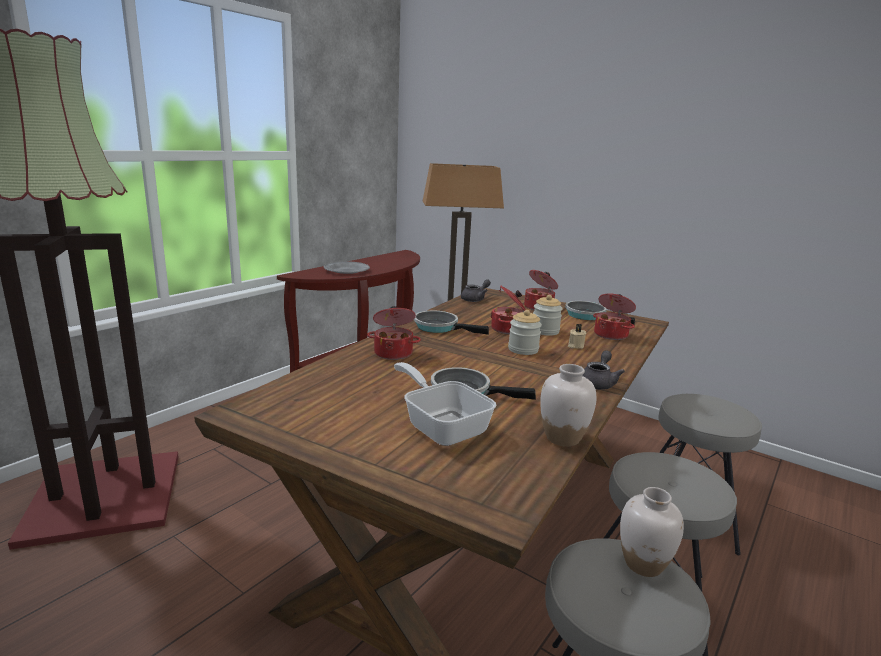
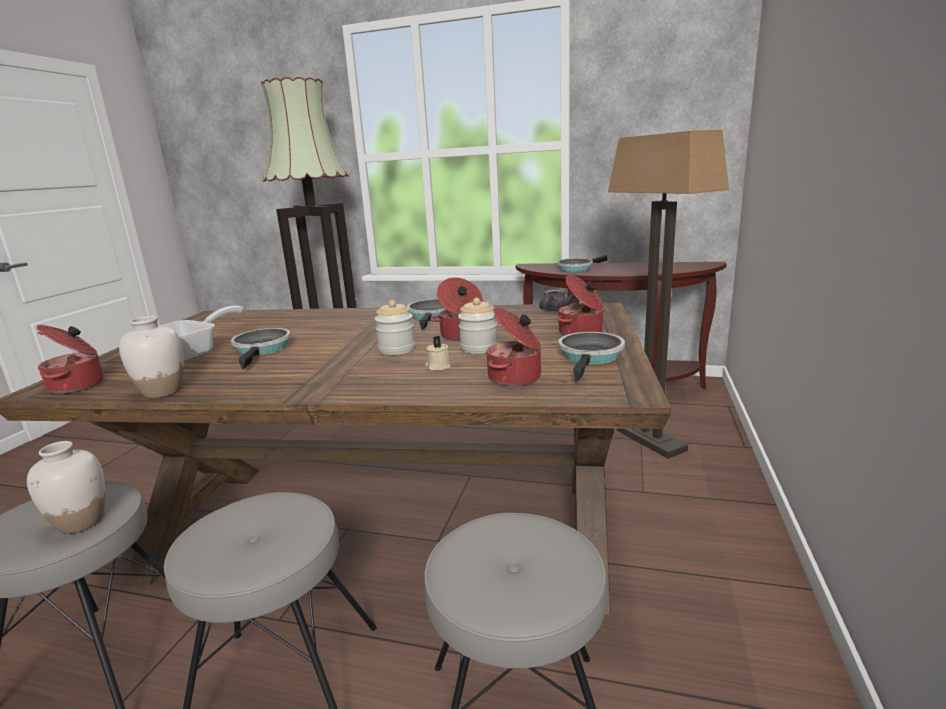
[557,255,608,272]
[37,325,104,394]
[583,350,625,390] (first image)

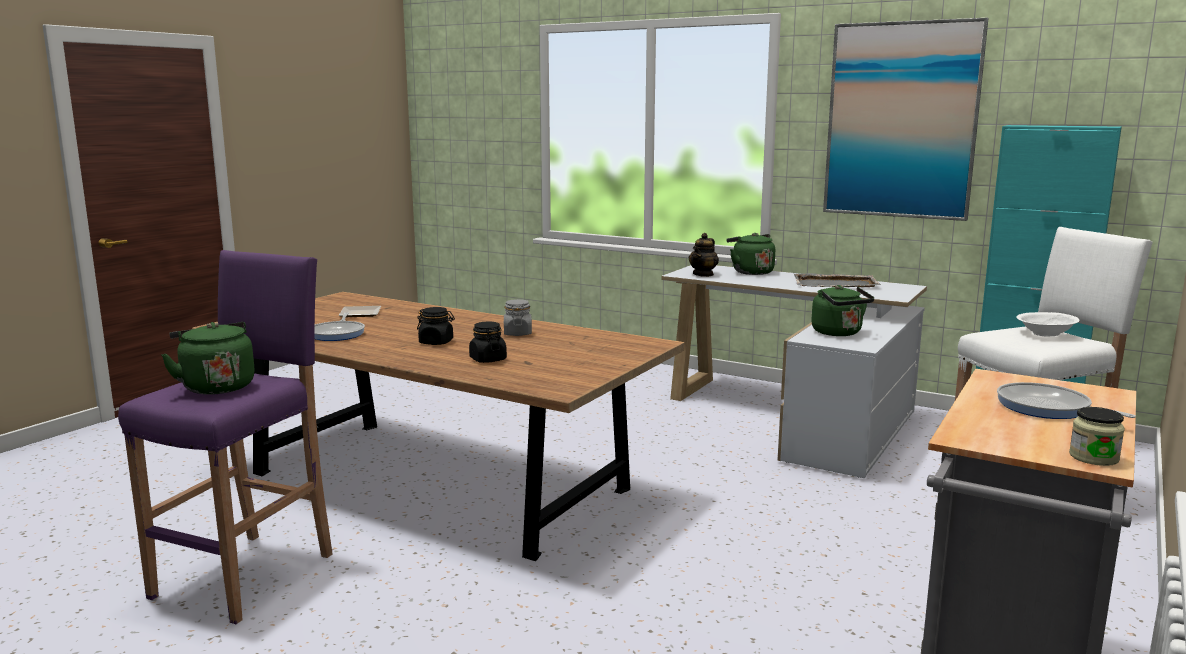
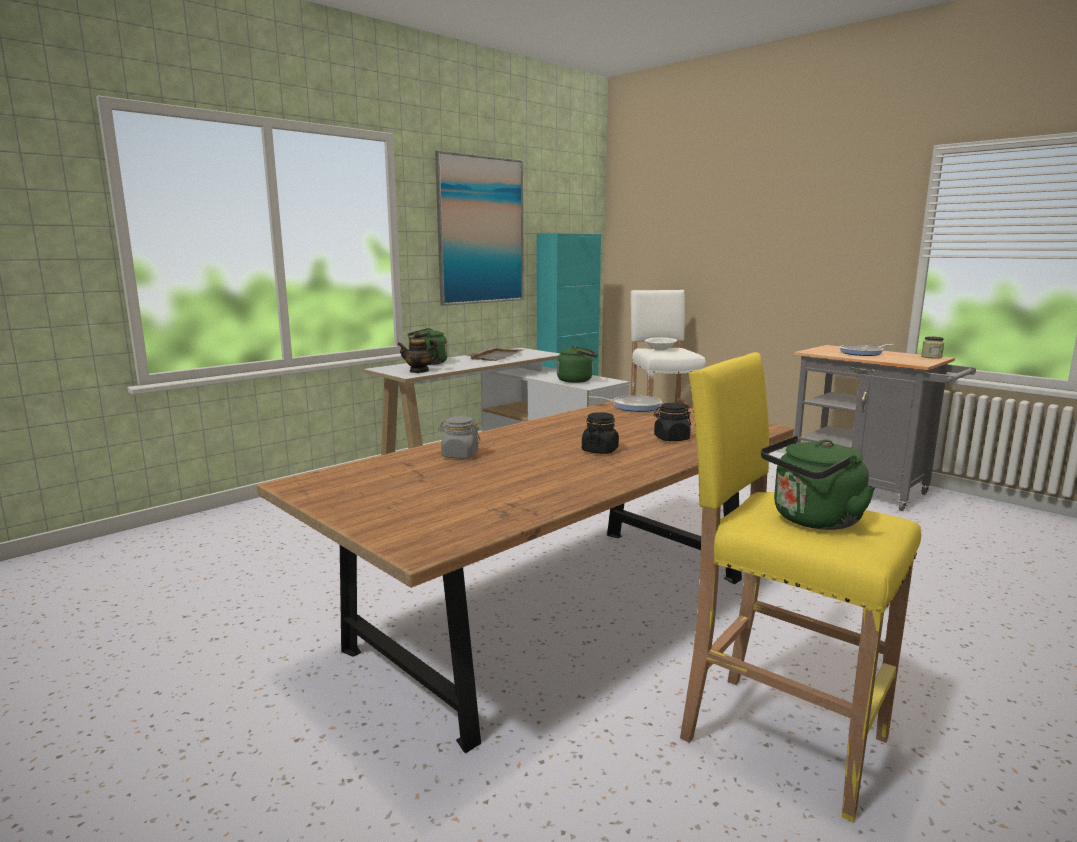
[397,332,441,373]
[680,352,921,822]
[438,416,481,459]
[338,306,381,317] (first image)
[589,395,662,412]

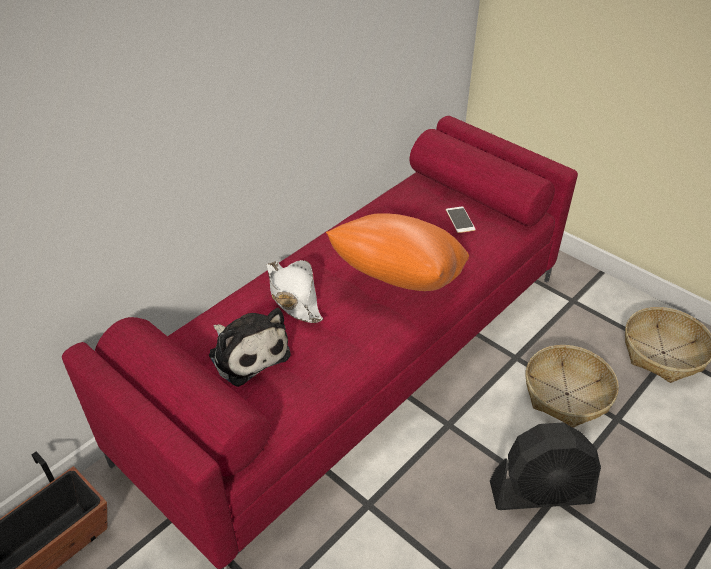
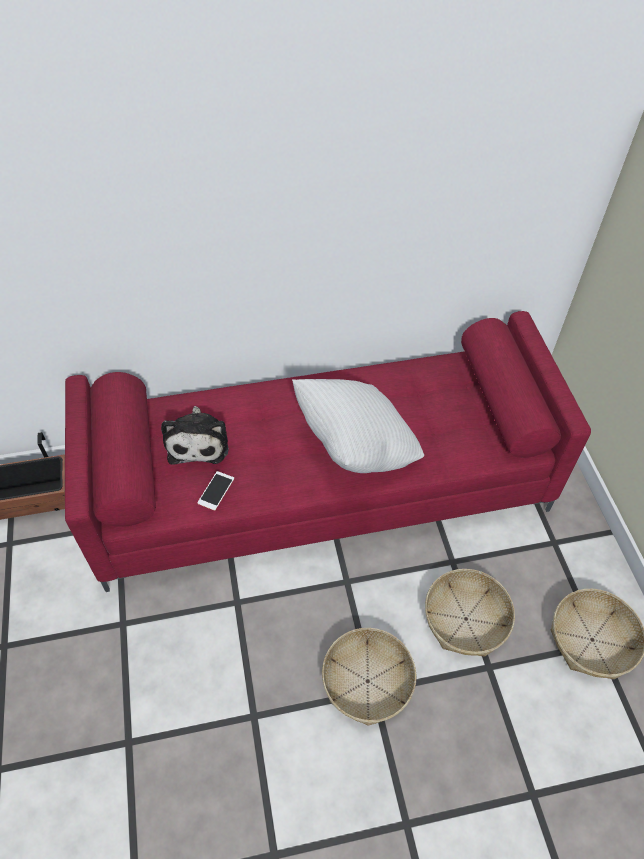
[197,471,234,510]
[292,379,424,473]
[267,260,323,323] (first image)
[322,628,417,726]

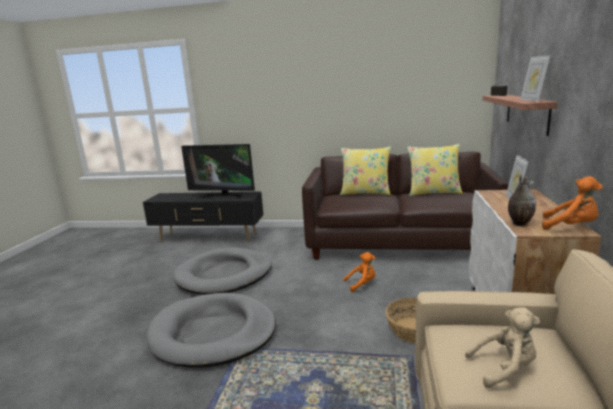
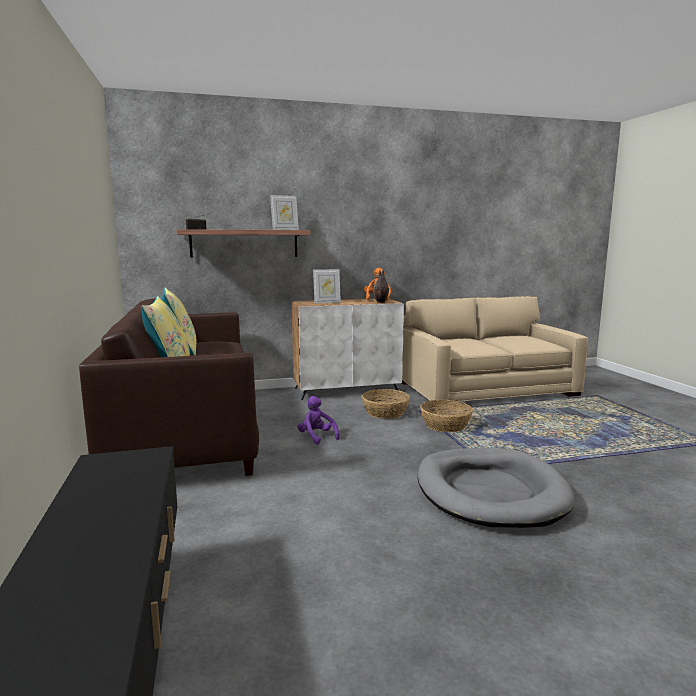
[181,144,255,199] (first image)
[173,247,272,295] (first image)
[298,396,340,445]
[465,308,540,388] (first image)
[420,400,473,432]

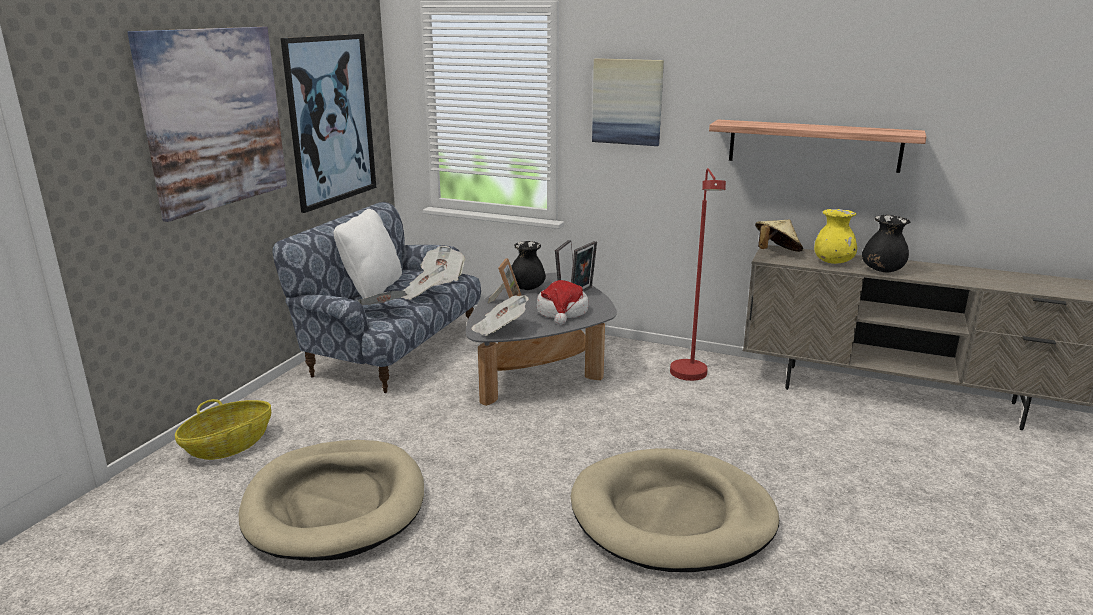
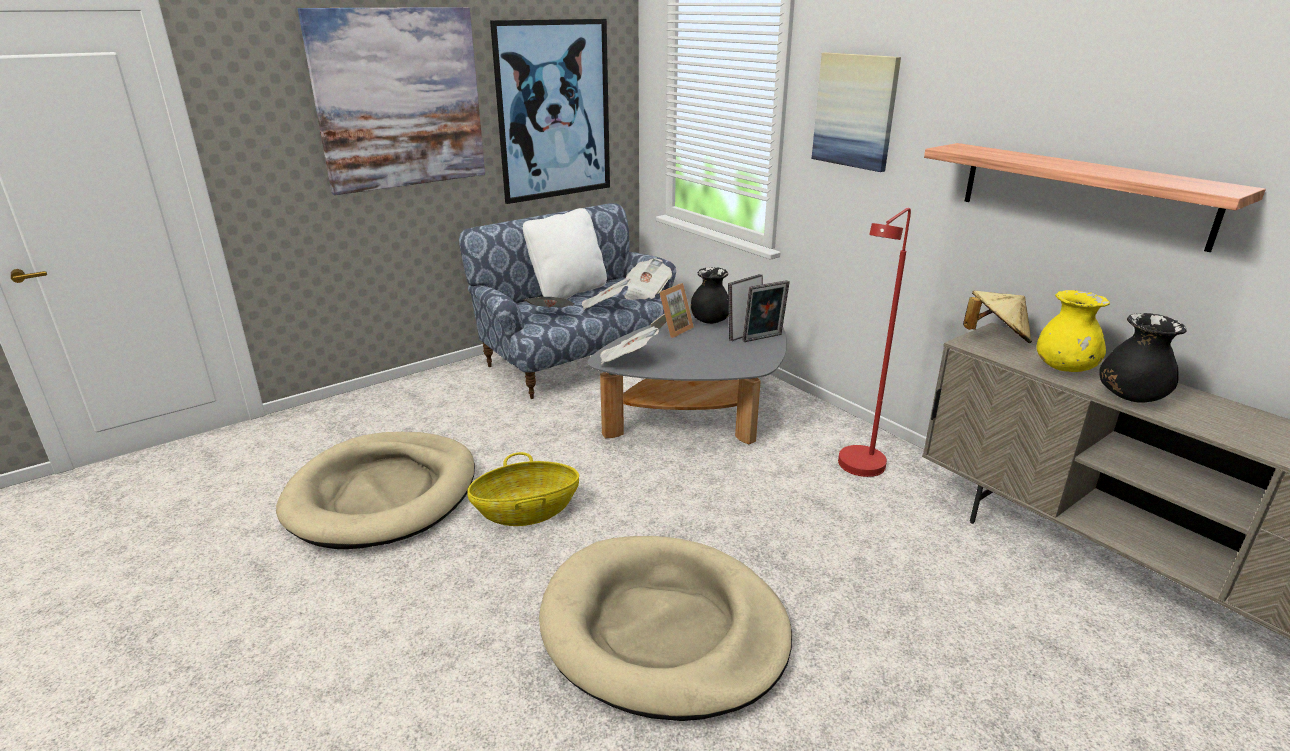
[537,280,588,325] (first image)
[467,452,579,526]

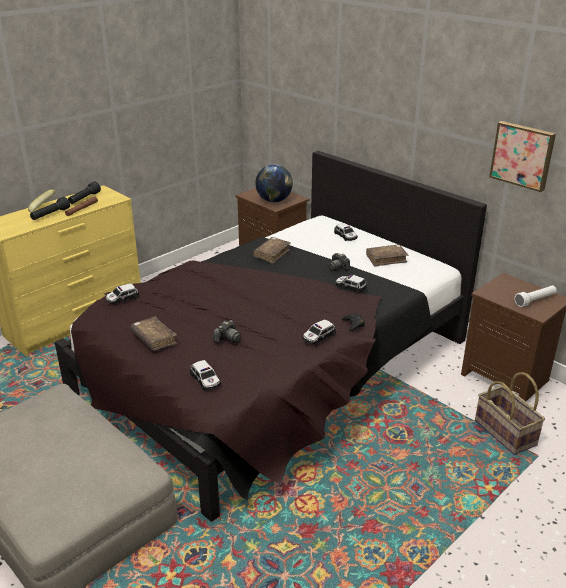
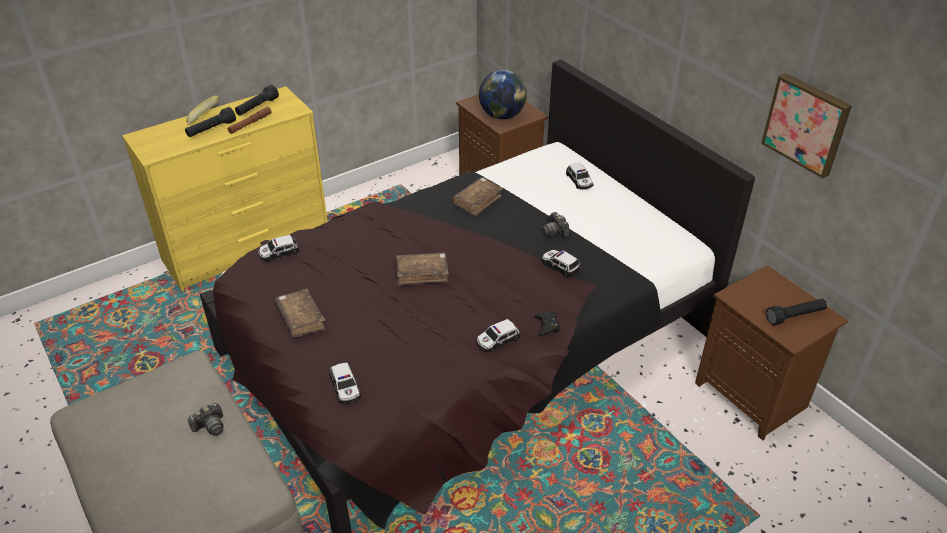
[396,252,449,286]
[766,299,827,325]
[188,403,224,436]
[475,372,545,455] (first image)

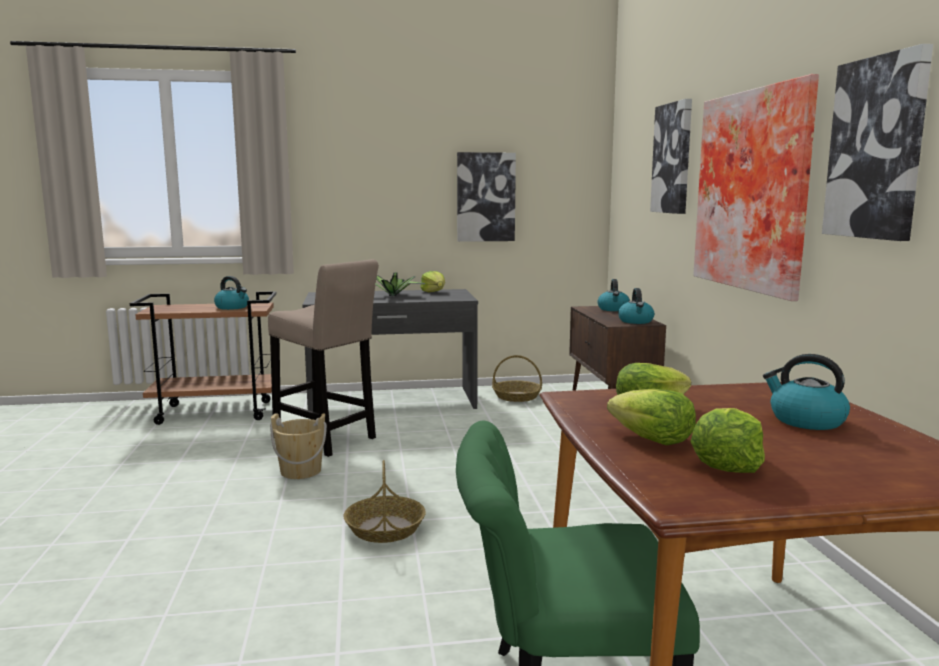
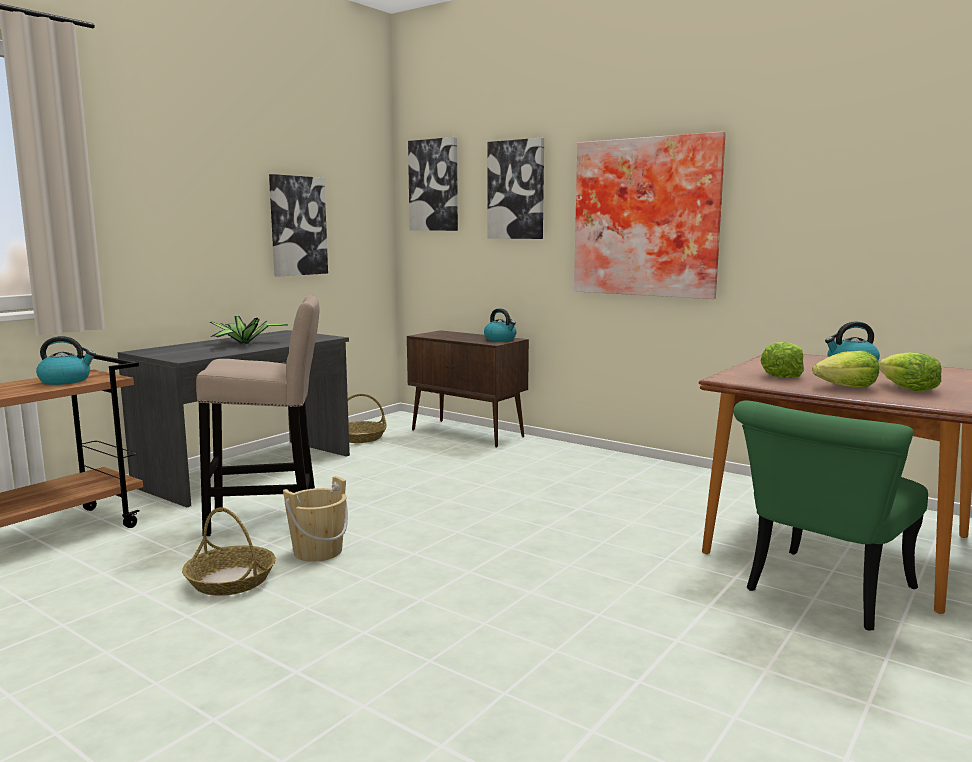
[408,137,458,231]
[420,271,445,292] (first image)
[598,279,630,311] (first image)
[182,507,276,596]

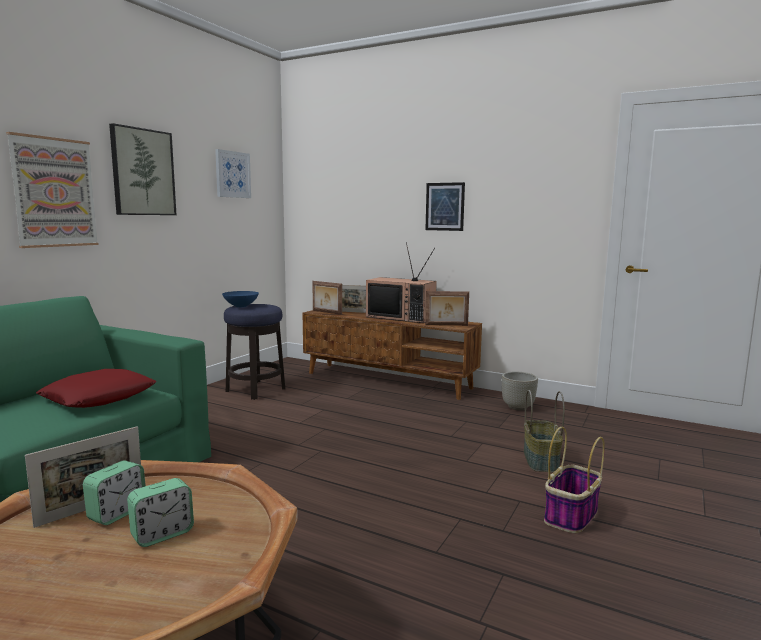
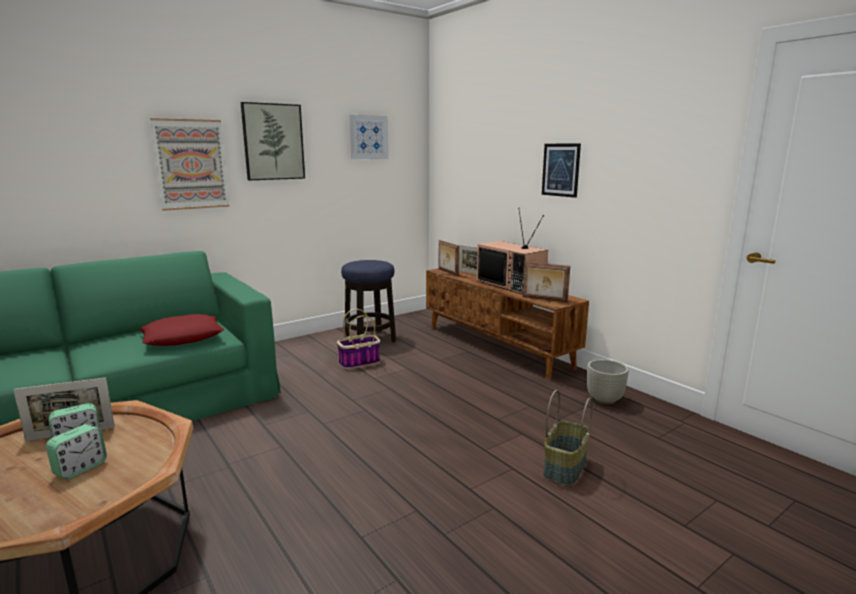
[222,291,259,307] (first image)
[337,309,380,369]
[46,424,107,479]

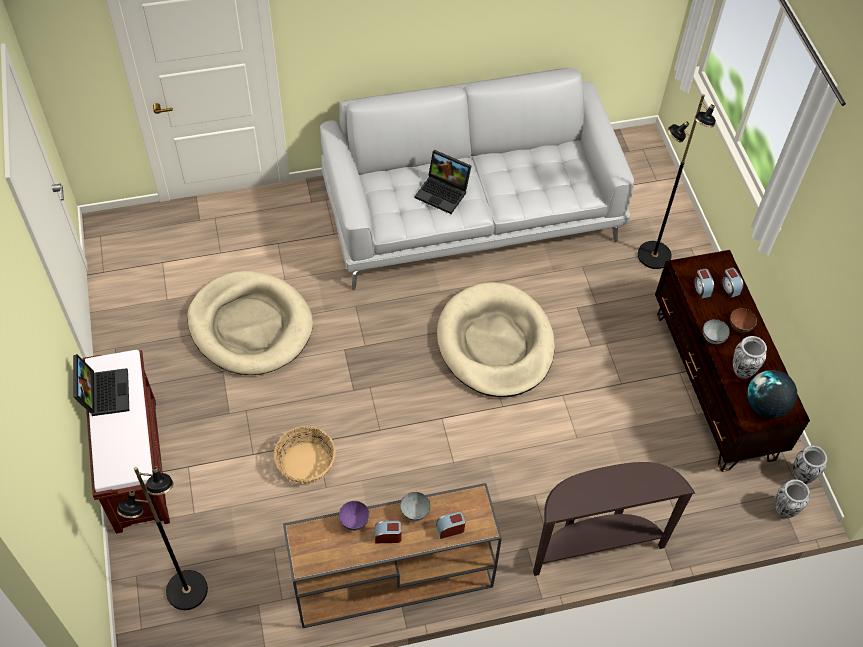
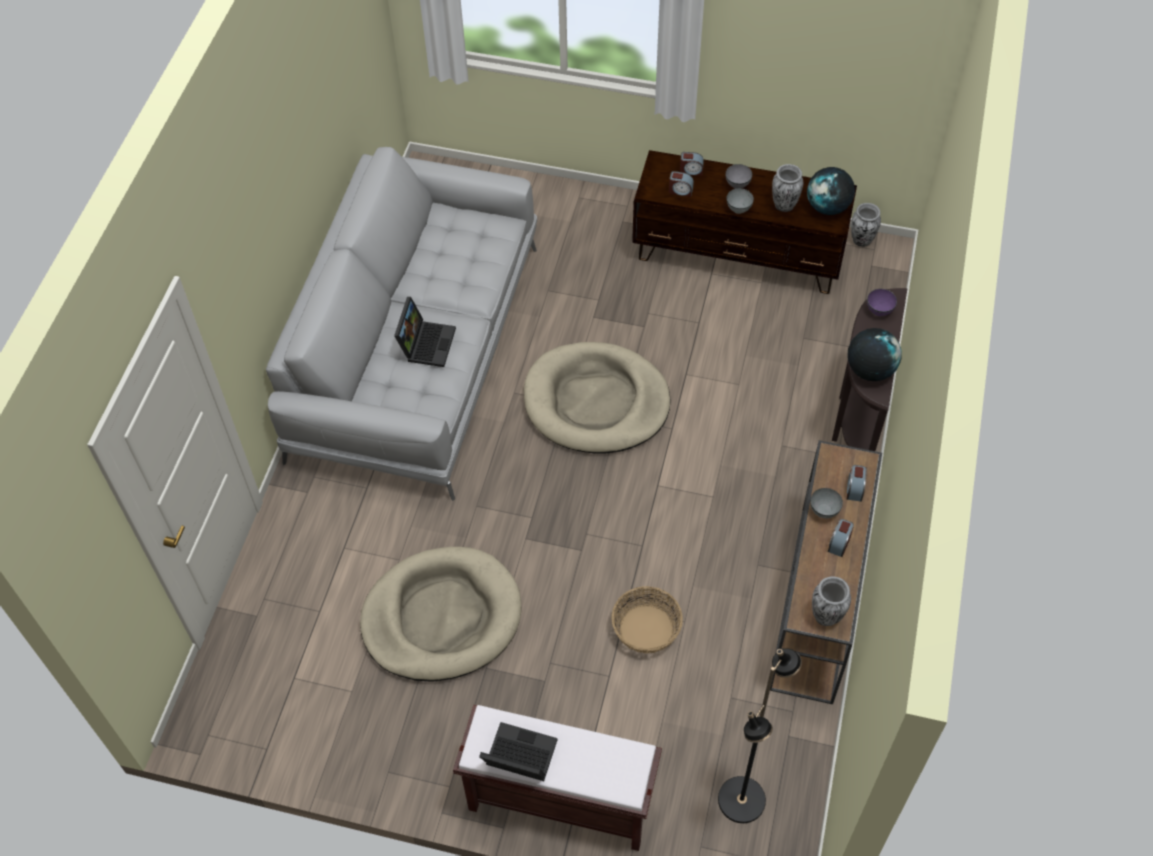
[638,94,716,269] (first image)
[394,297,456,367]
[725,164,752,189]
[812,576,851,626]
[867,289,897,316]
[847,328,902,381]

